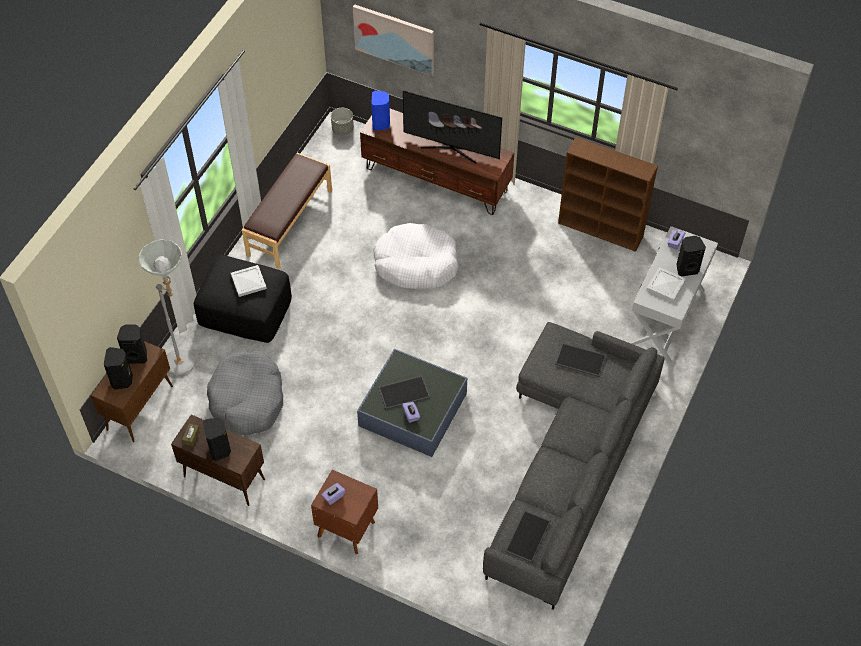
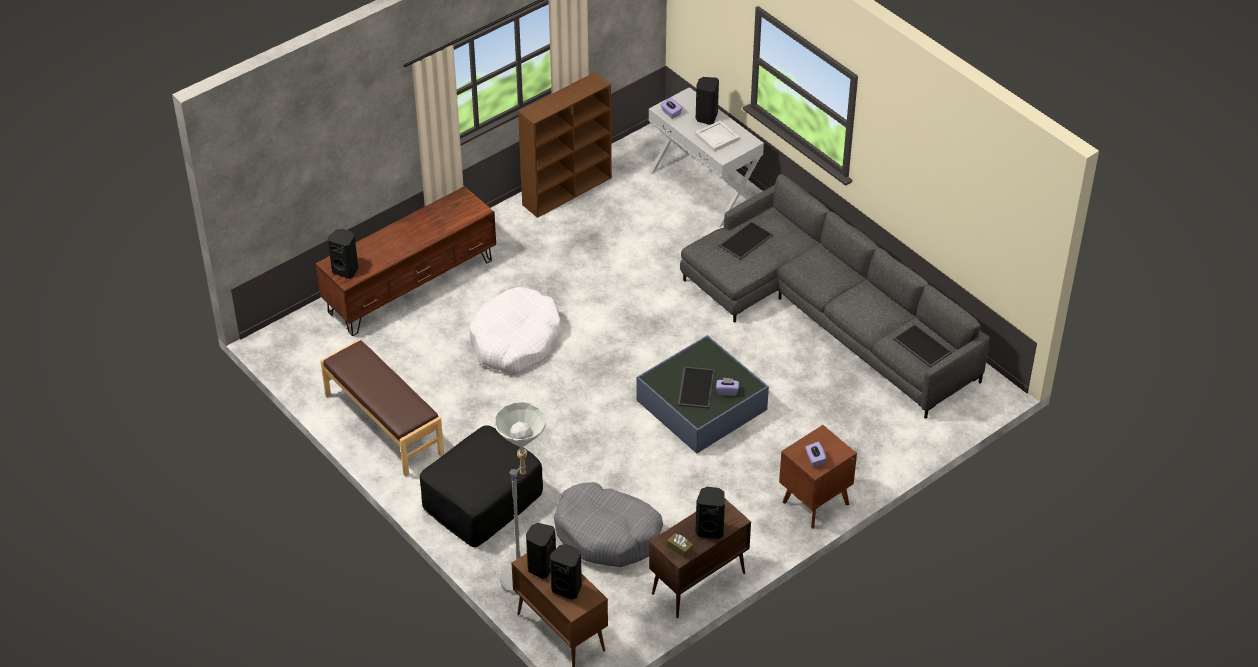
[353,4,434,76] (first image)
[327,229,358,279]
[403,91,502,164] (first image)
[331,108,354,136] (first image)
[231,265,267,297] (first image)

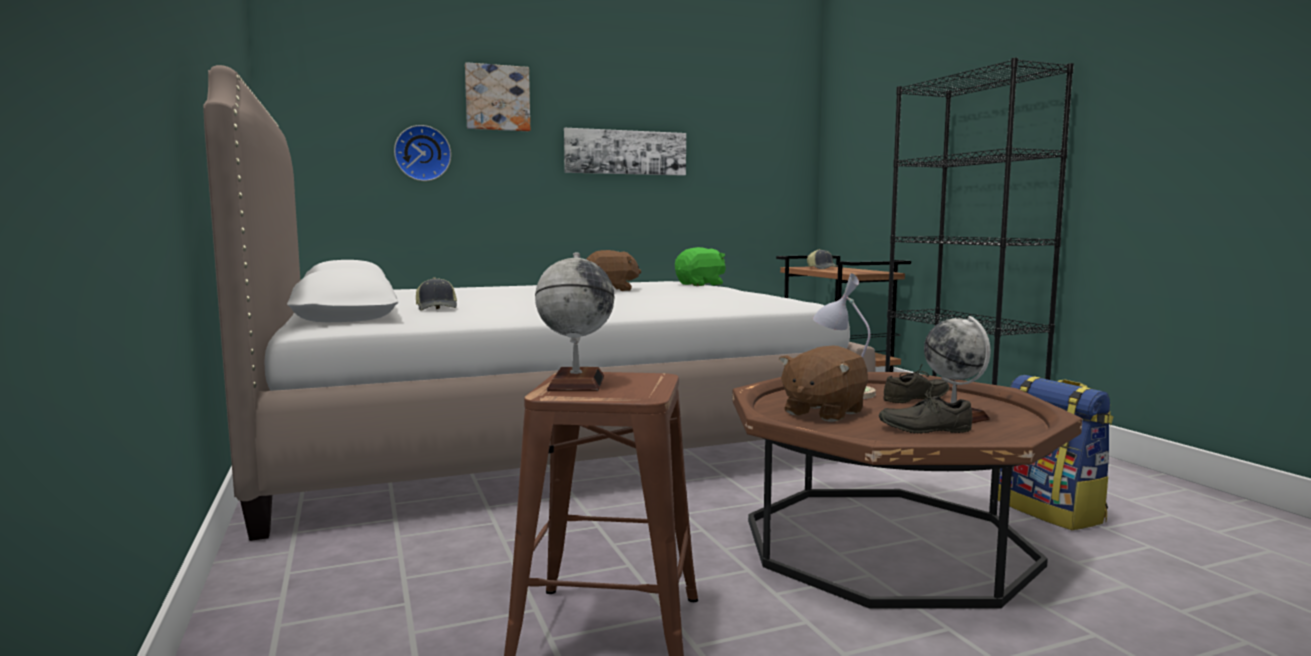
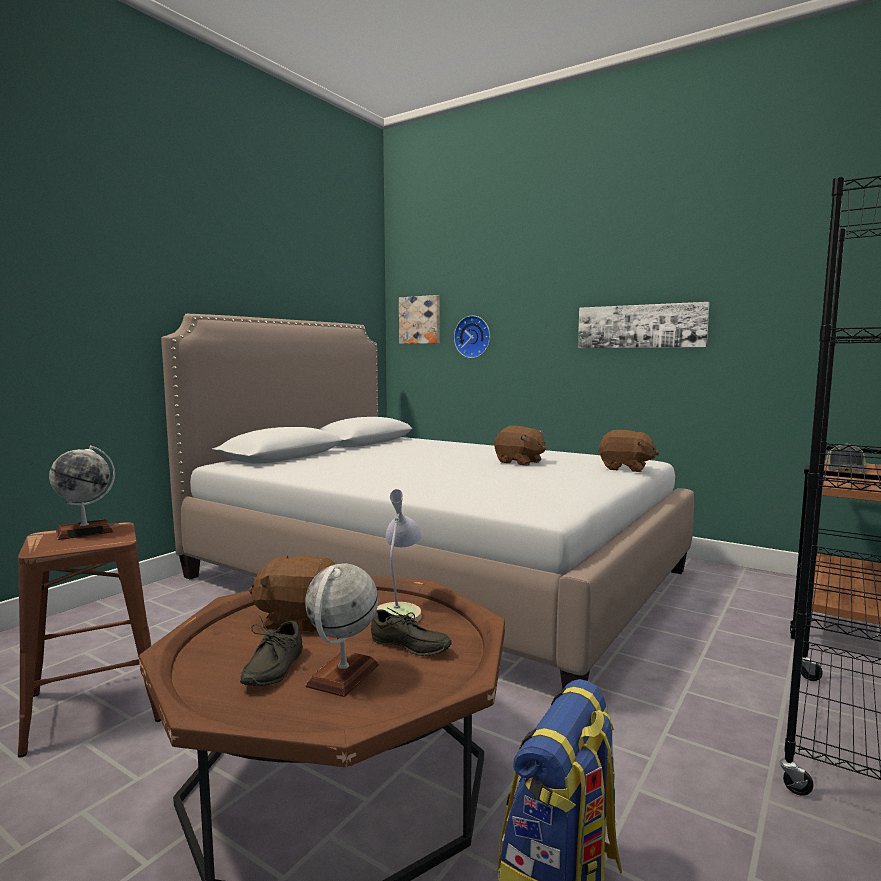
[399,295,440,344]
[598,430,659,472]
[416,277,457,310] (first image)
[240,615,303,686]

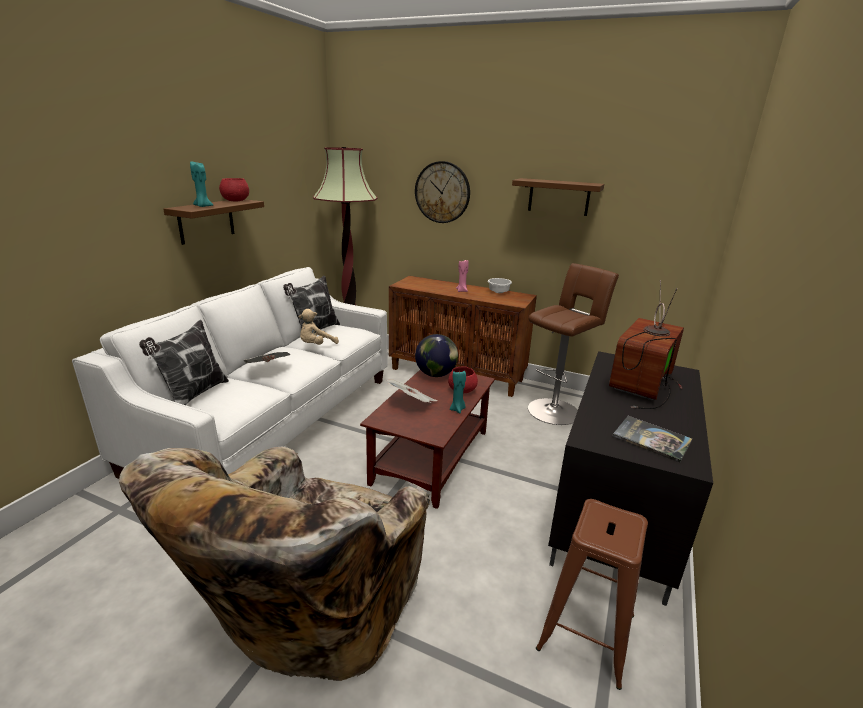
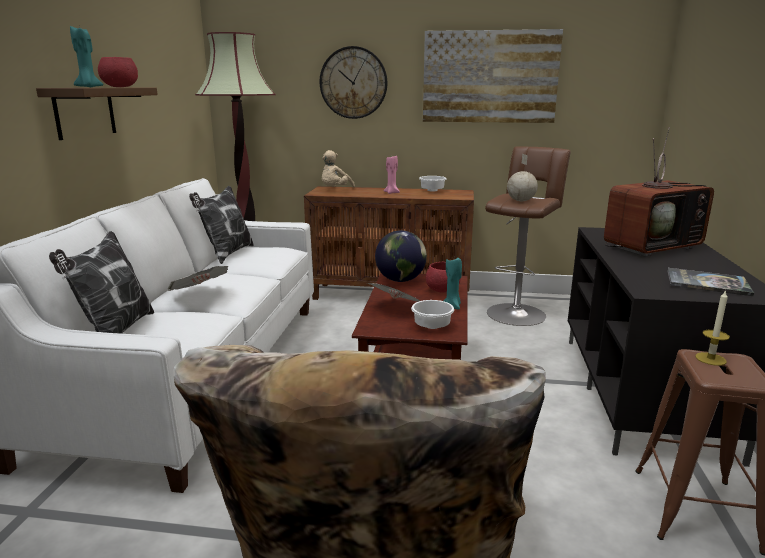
[423,29,563,123]
[604,127,714,257]
[322,150,355,187]
[507,154,538,201]
[695,289,730,366]
[411,300,454,329]

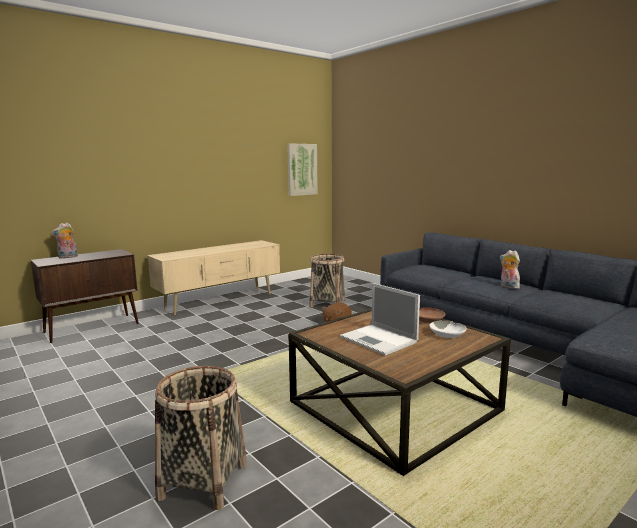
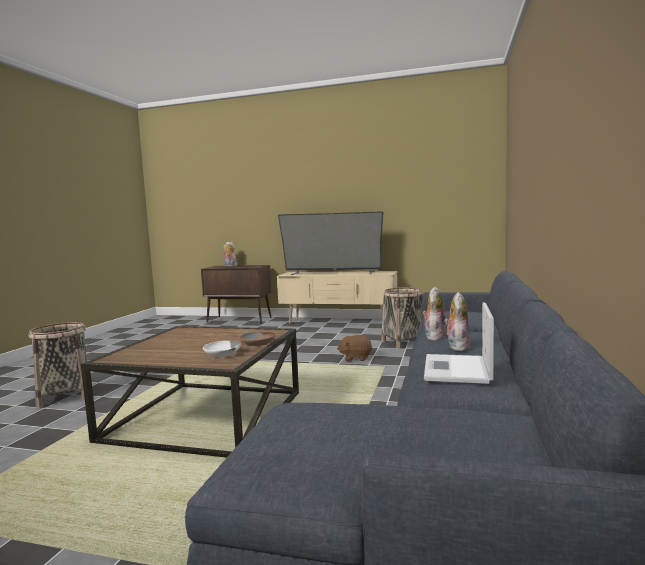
[287,143,318,196] (first image)
[424,302,494,384]
[278,211,383,275]
[423,287,446,341]

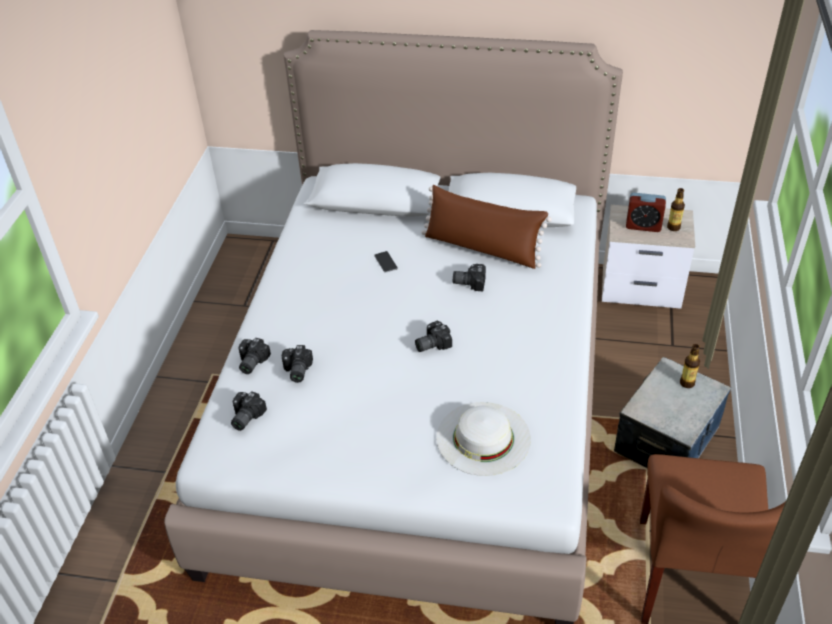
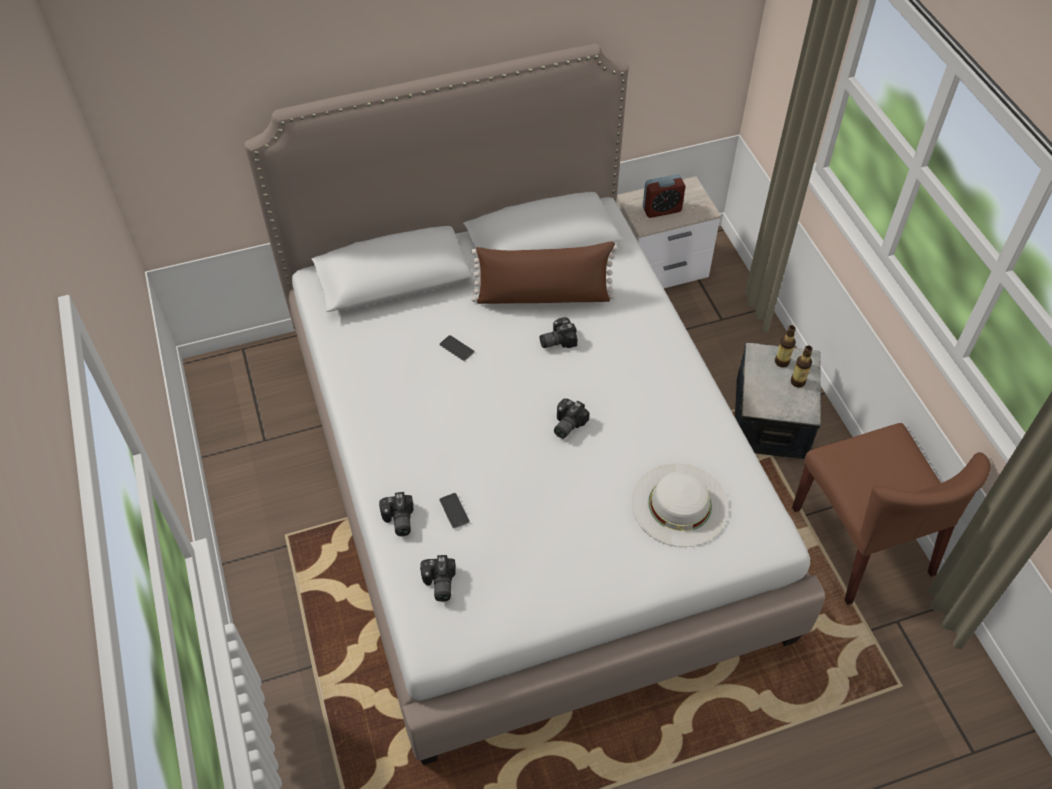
[791,346,813,387]
[439,493,470,529]

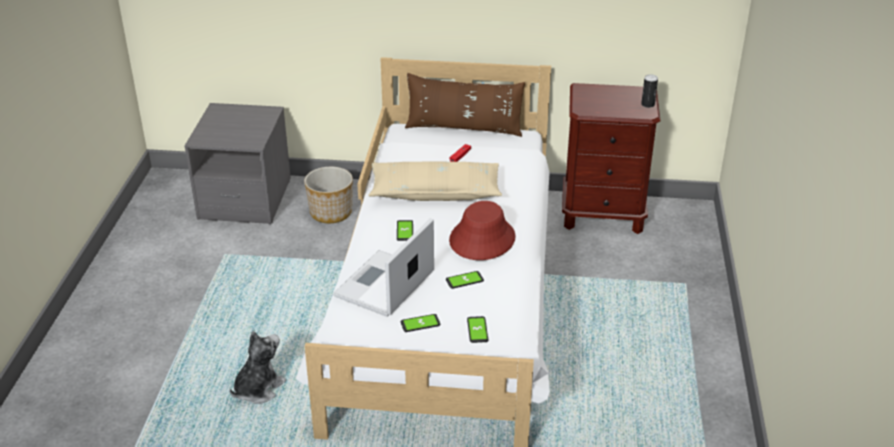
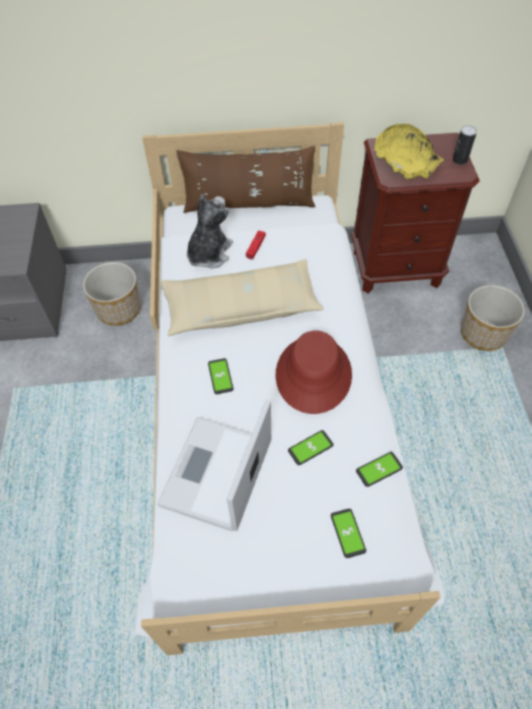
[356,452,403,487]
[187,195,233,269]
[374,124,444,179]
[461,285,525,351]

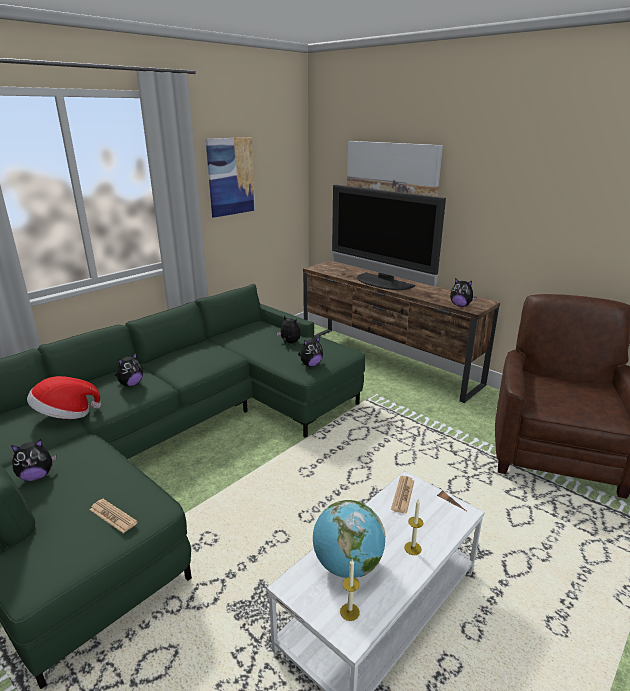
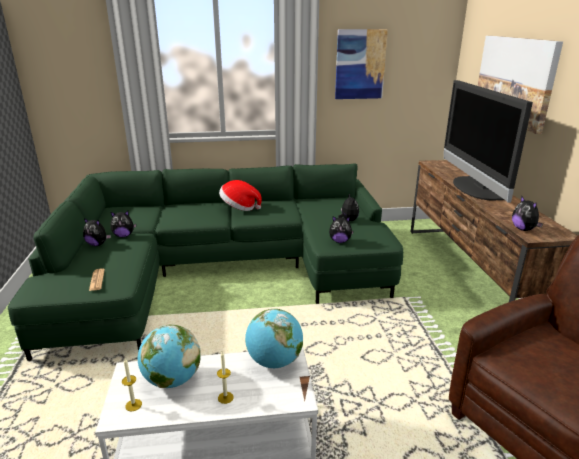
[111,211,136,237]
[219,180,262,211]
[245,309,303,368]

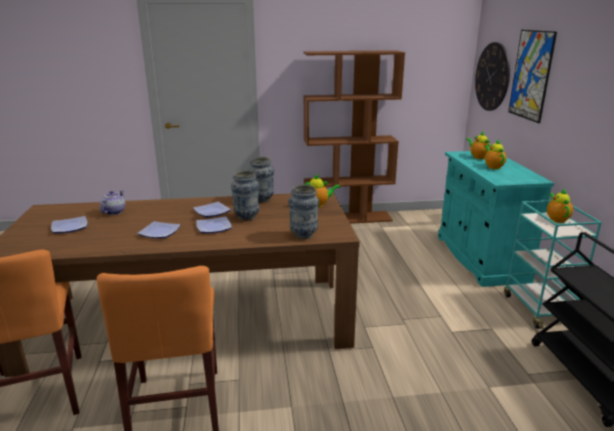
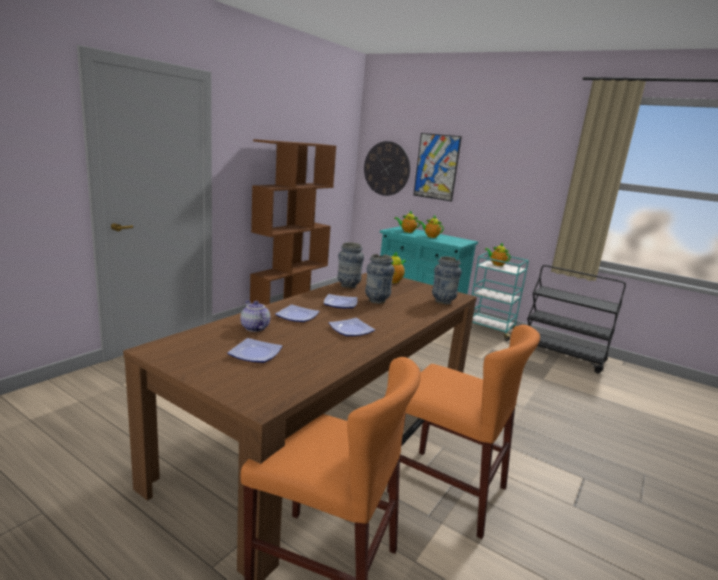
[275,304,319,322]

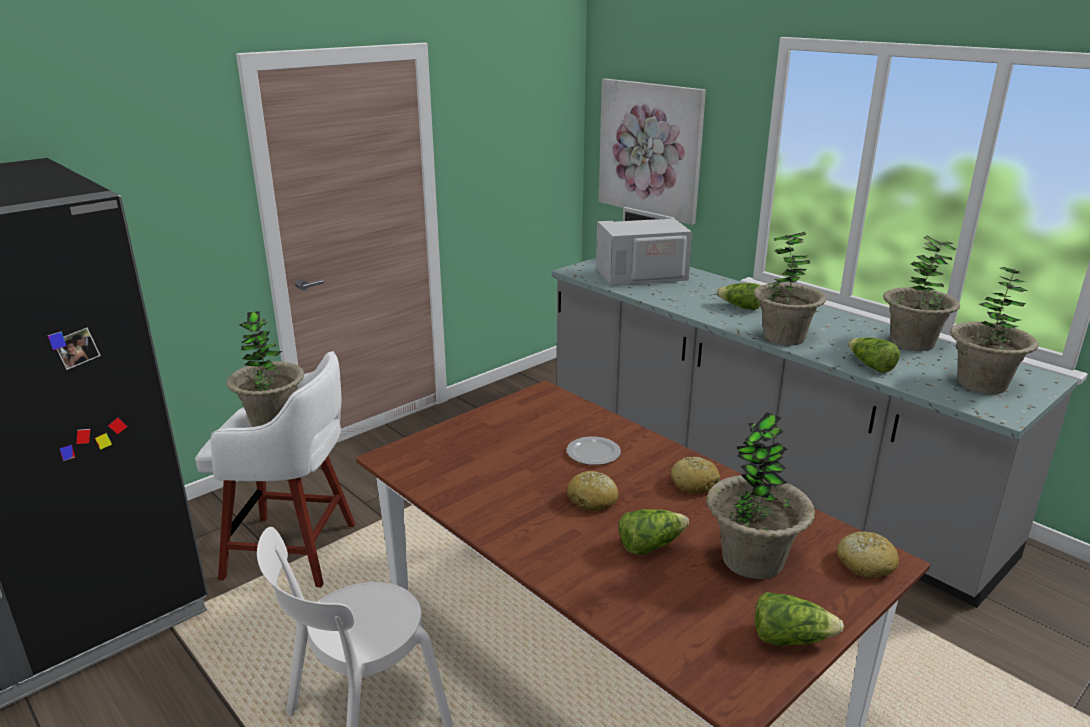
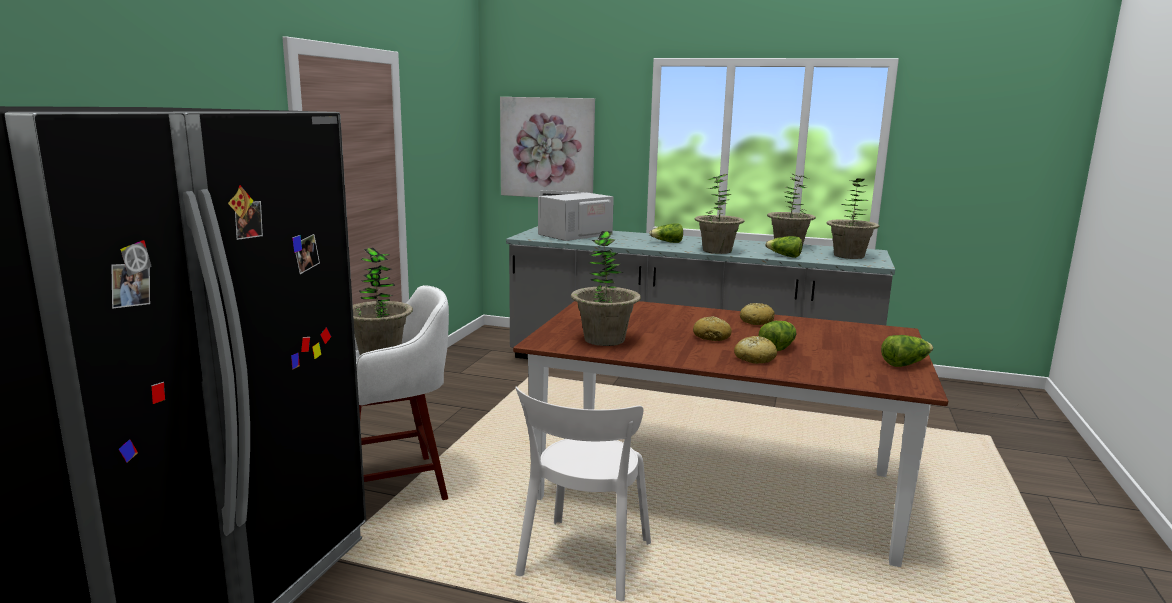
[571,231,641,346]
[567,437,621,465] (first image)
[734,336,777,364]

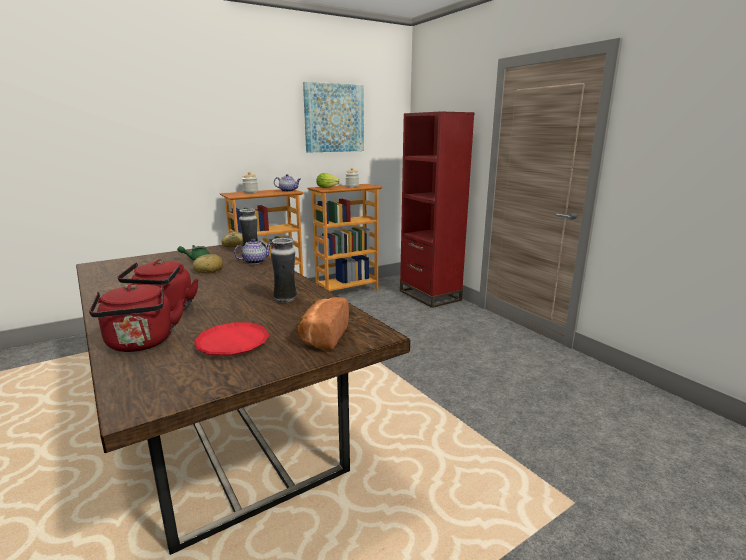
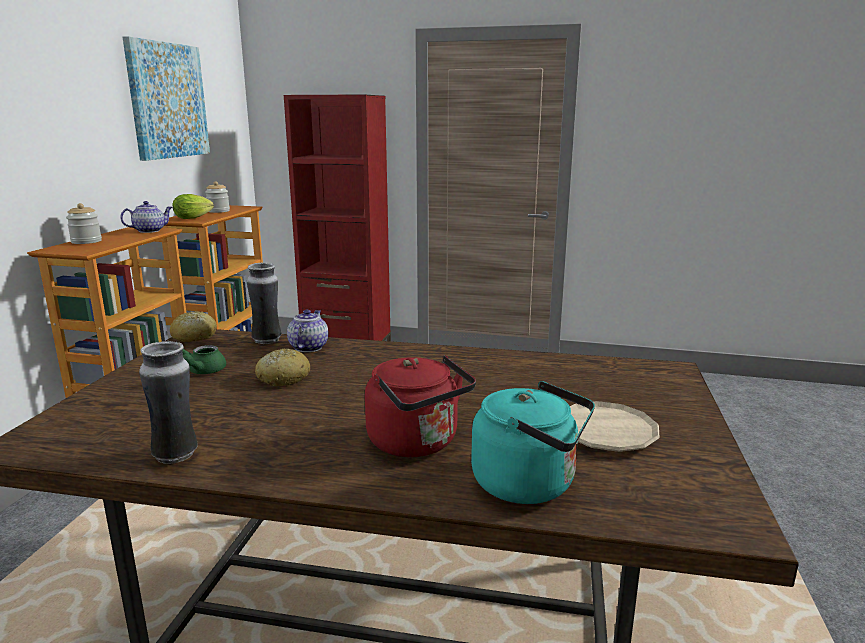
[139,341,198,464]
[471,381,595,504]
[298,297,349,351] (first image)
[570,401,660,452]

